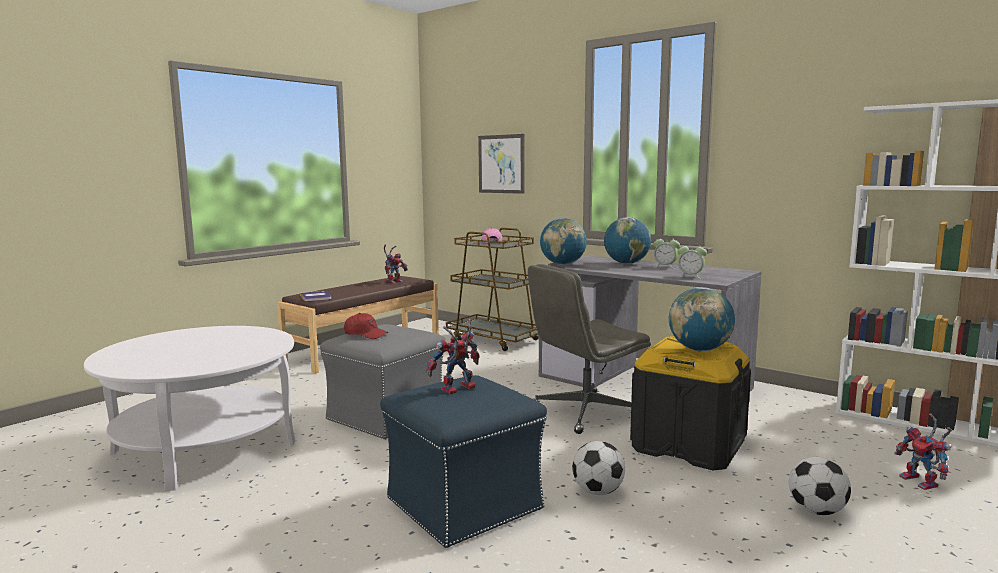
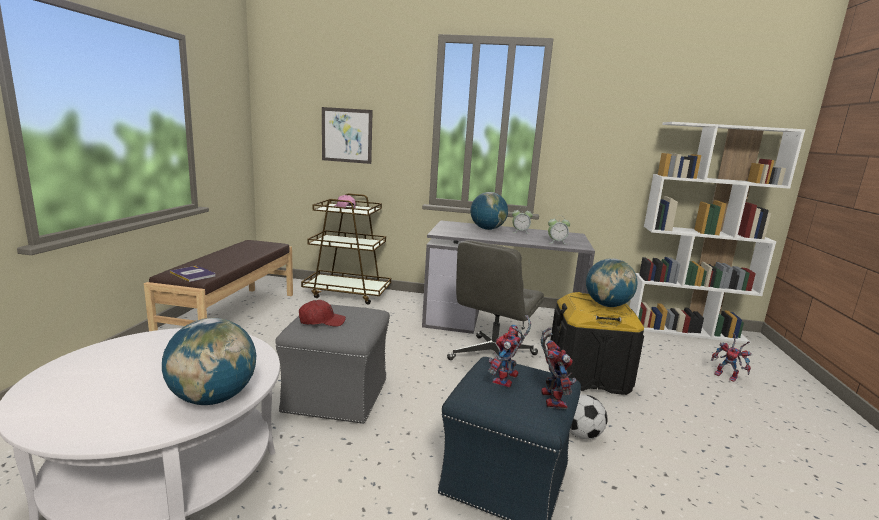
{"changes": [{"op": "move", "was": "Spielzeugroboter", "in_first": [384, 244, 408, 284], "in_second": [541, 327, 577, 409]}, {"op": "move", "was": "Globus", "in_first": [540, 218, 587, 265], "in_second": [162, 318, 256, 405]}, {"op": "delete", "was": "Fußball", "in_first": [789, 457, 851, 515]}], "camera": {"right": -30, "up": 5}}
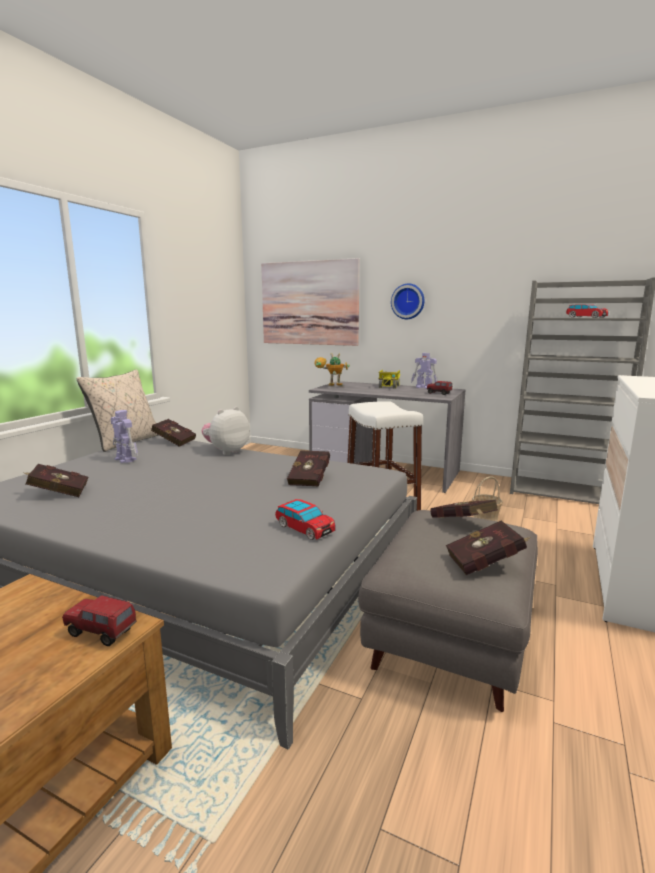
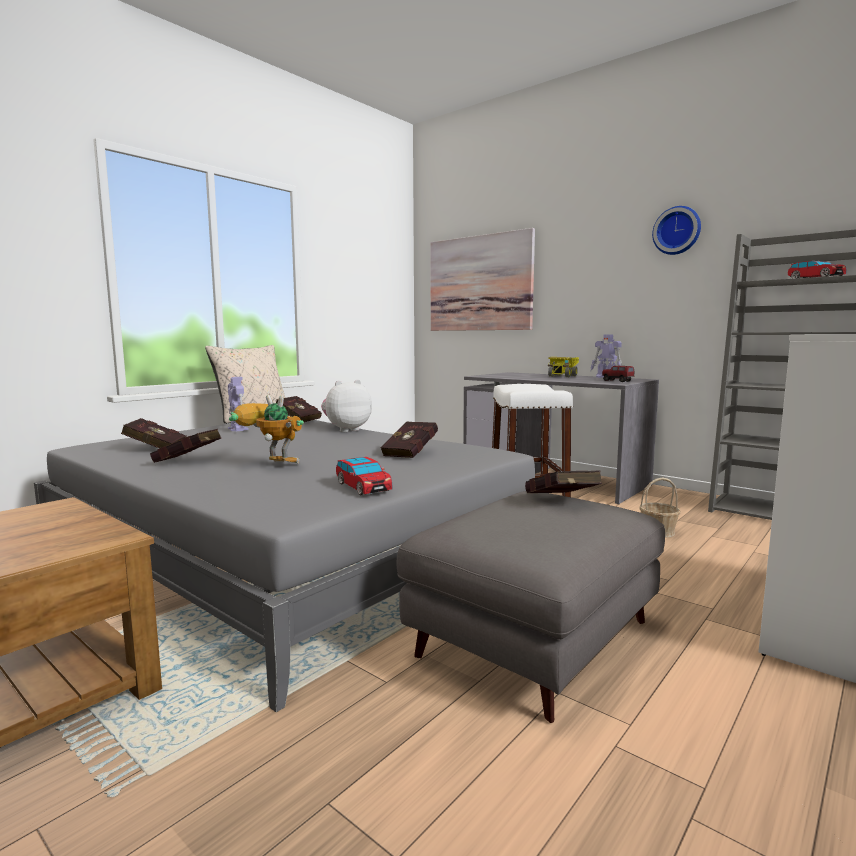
{"changes": [{"op": "delete", "was": "Spielzeuglaster", "in_first": [62, 595, 137, 646]}, {"op": "move", "was": "Spielzeugroboter", "in_first": [315, 353, 350, 386], "in_second": [229, 395, 304, 464]}, {"op": "move", "was": "Wanduhr", "in_first": [391, 283, 425, 319], "in_second": [652, 206, 701, 255]}, {"op": "move", "was": "Buch [rot]", "in_first": [446, 521, 531, 575], "in_second": [150, 429, 221, 463]}], "camera": {"right": 15, "up": -5}}
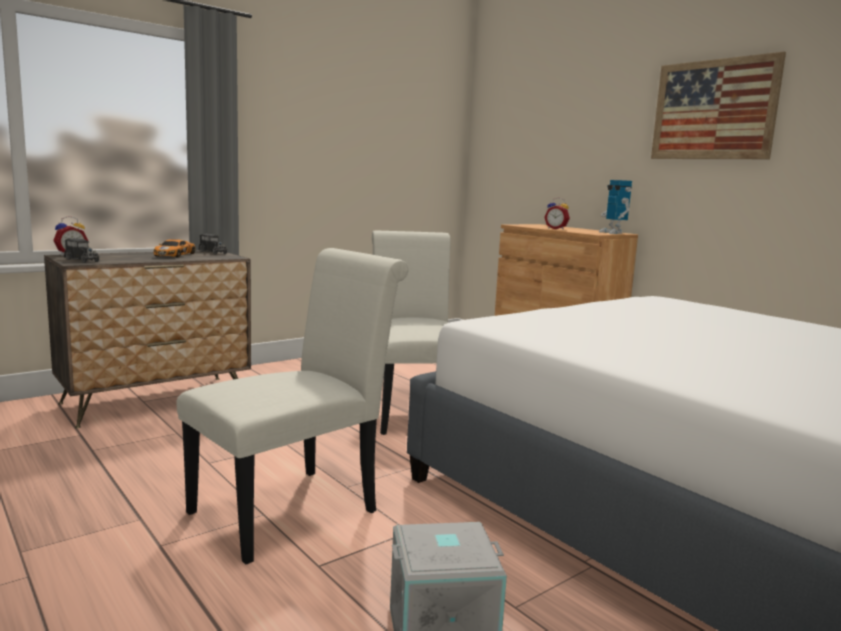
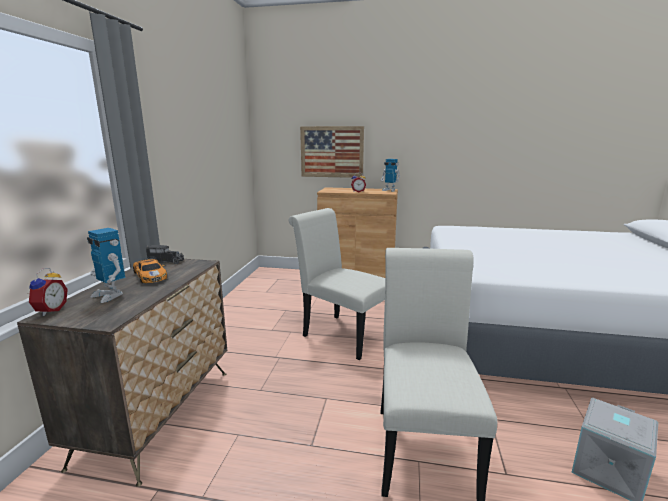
{"changes": [{"op": "delete", "was": "Spielzeuglaster", "in_first": [64, 238, 99, 263]}, {"op": "move", "was": "Bild", "in_first": [651, 52, 786, 159], "in_second": [300, 126, 364, 178]}, {"op": "insert", "now": "Spielzeugroboter", "in_second": [87, 228, 125, 303]}], "camera": {"right": -40, "up": 5}}
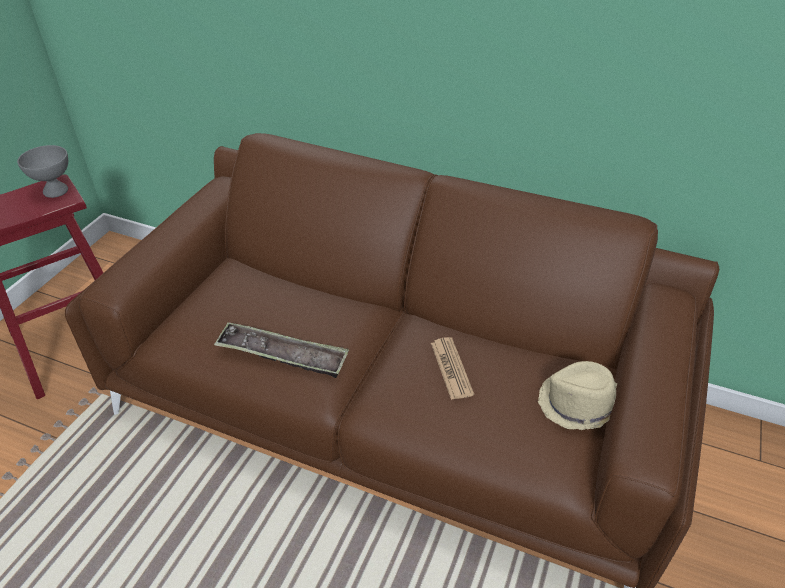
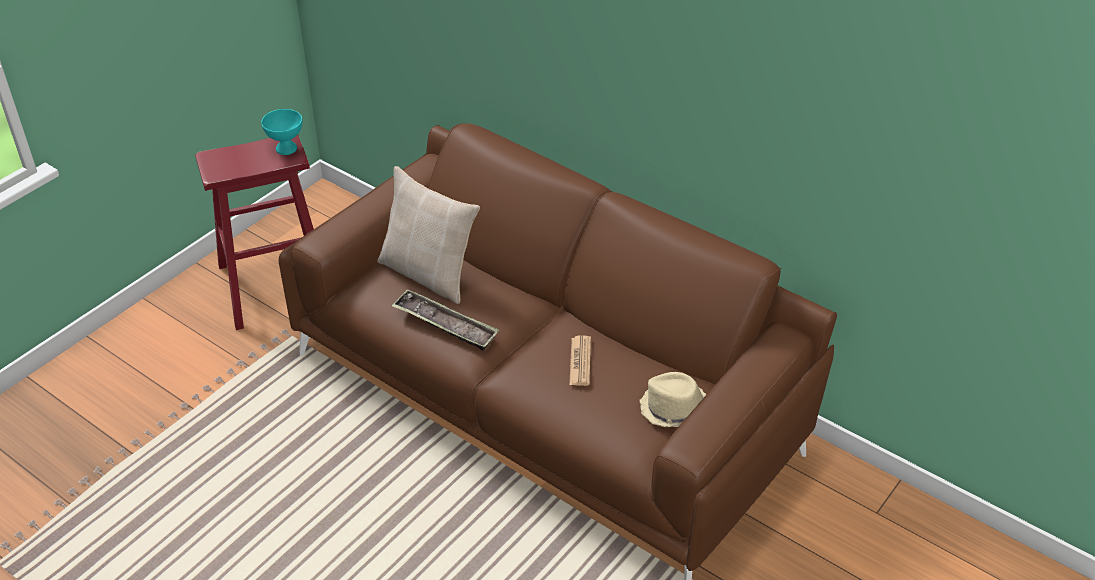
{"changes": [{"op": "recolor", "was": "Schüssel [grau]", "now": "Schüssel [türkis]", "in_first": [17, 145, 68, 198], "in_second": [261, 109, 302, 155]}, {"op": "insert", "now": "Kissen [beige]", "in_second": [377, 166, 480, 304]}], "camera": {"right": 15, "up": 0}}
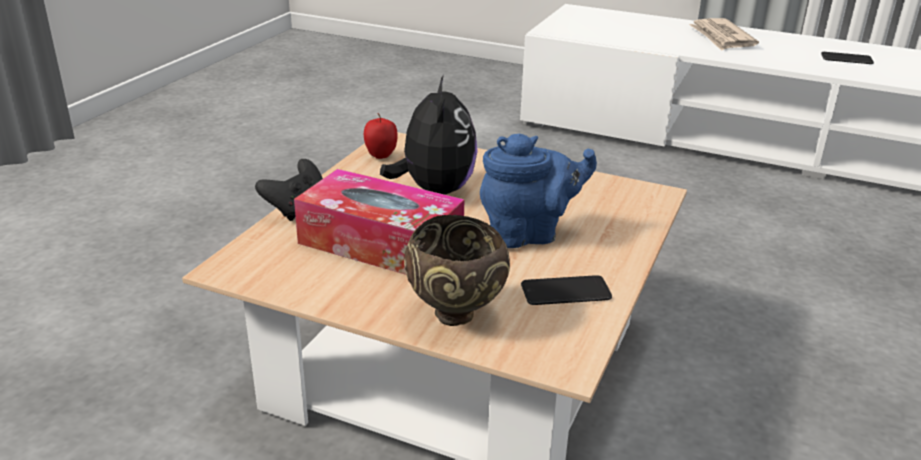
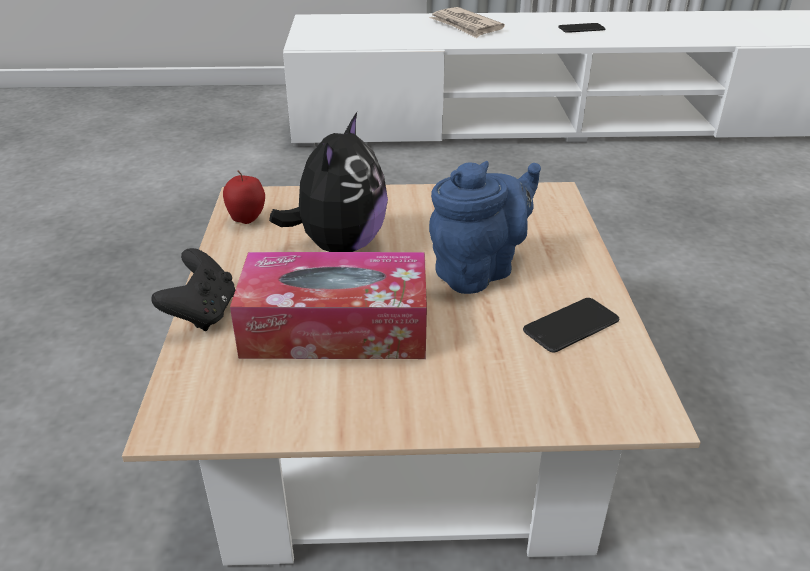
{"changes": [{"op": "rotate", "was": "Plüschtier", "in_first": [380, 75, 478, 195], "in_second": [269, 112, 388, 252], "clockwise": 45}, {"op": "delete", "was": "Schüssel [braun]", "in_first": [404, 215, 510, 326]}], "camera": {"right": -25, "up": 5}}
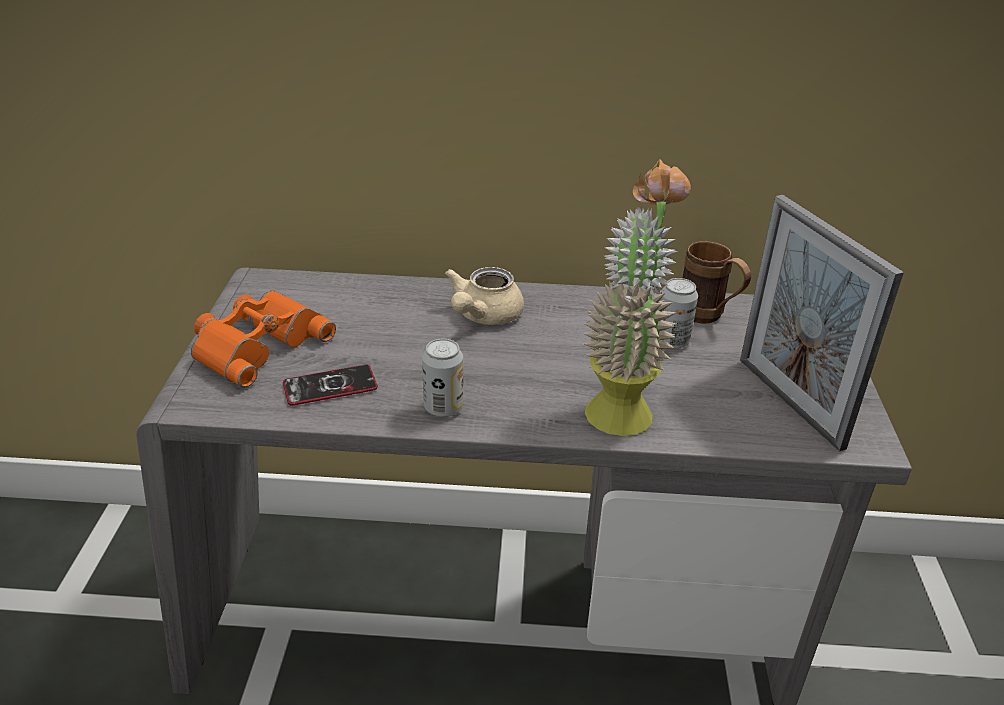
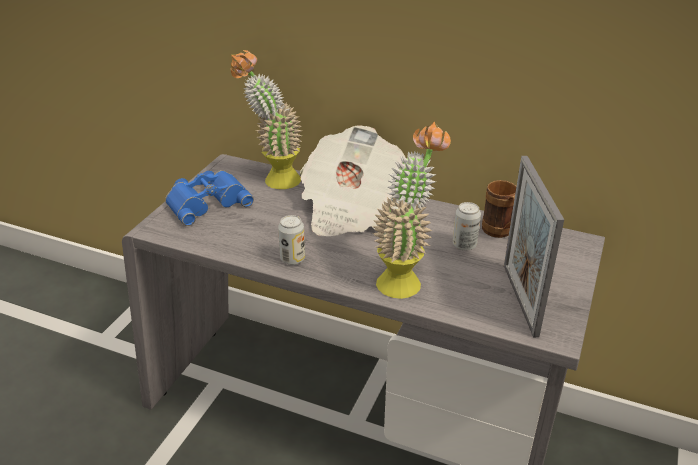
{"changes": [{"op": "recolor", "was": "Fernglas [orange]", "now": "Fernglas [blau]", "in_first": [191, 290, 336, 388], "in_second": [165, 170, 254, 226]}, {"op": "delete", "was": "Handy", "in_first": [283, 365, 378, 406]}, {"op": "replace", "was": "Teekanne [beige]", "now": "Zeitung", "in_first": [445, 267, 524, 325], "in_second": [299, 125, 405, 236]}, {"op": "insert", "now": "Topfpflanze", "in_second": [231, 50, 302, 189]}], "camera": {"right": 20, "up": 0}}
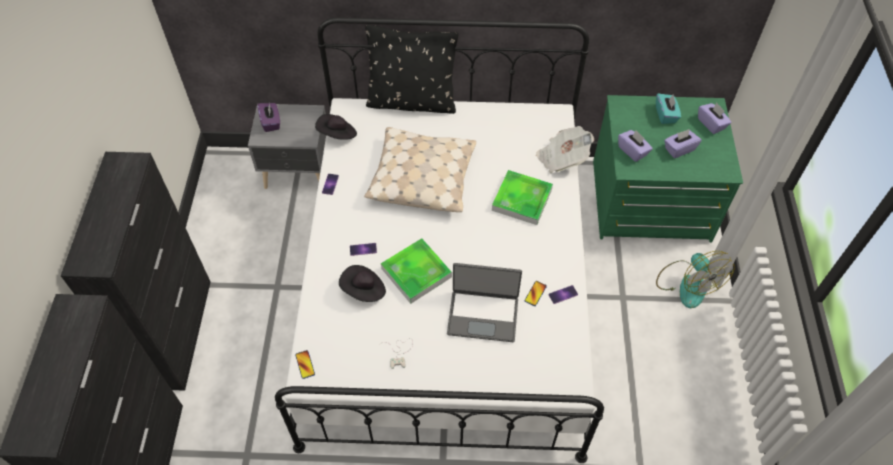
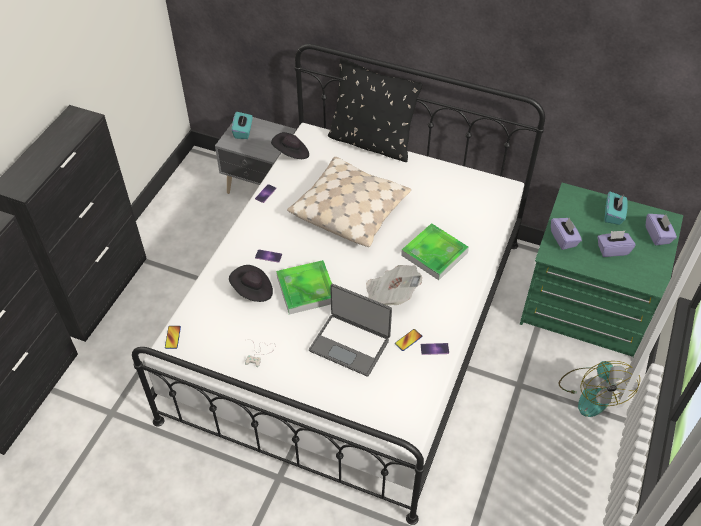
{"changes": [{"op": "recolor", "was": "Taschentuchbox [lila]", "now": "Taschentuchbox [türkis]", "in_first": [258, 103, 280, 132], "in_second": [232, 112, 253, 139]}, {"op": "move", "was": "Zeitung", "in_first": [536, 126, 594, 173], "in_second": [366, 265, 422, 306]}], "camera": {"right": 20, "up": -5}}
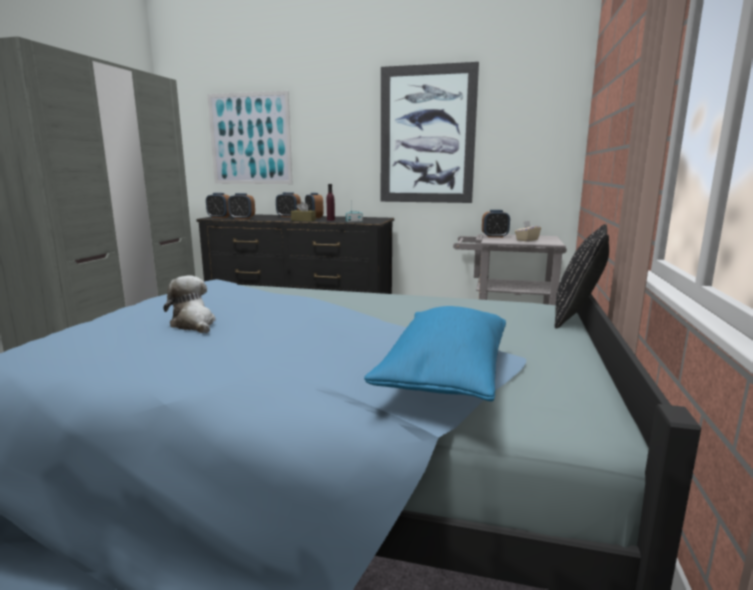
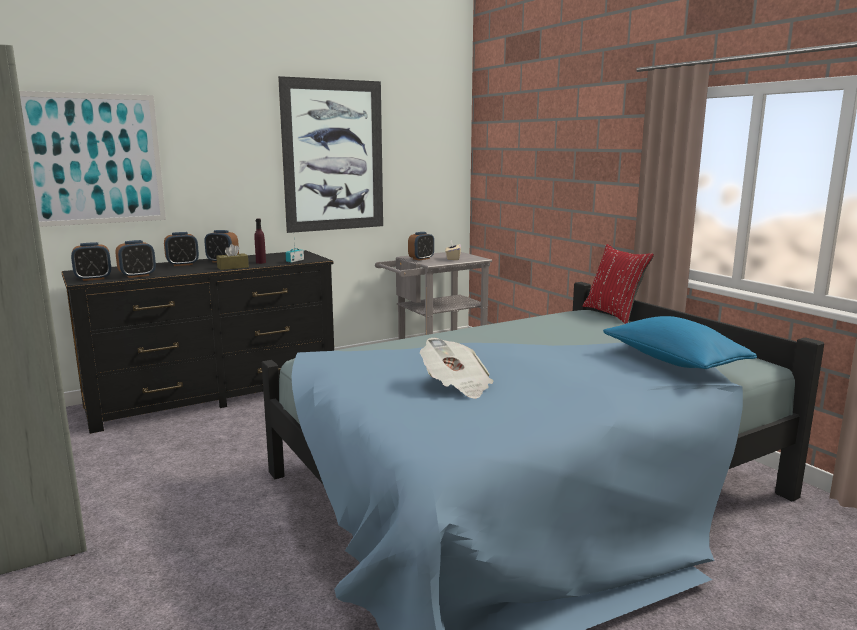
{"changes": [{"op": "replace", "was": "Plüschtier", "now": "Zeitung", "in_first": [164, 275, 216, 333], "in_second": [420, 338, 494, 399]}, {"op": "recolor", "was": "Kissen [schwarz]", "now": "Kissen [rot]", "in_first": [555, 224, 609, 328], "in_second": [583, 244, 654, 324]}], "camera": {"right": -45, "up": 0}}
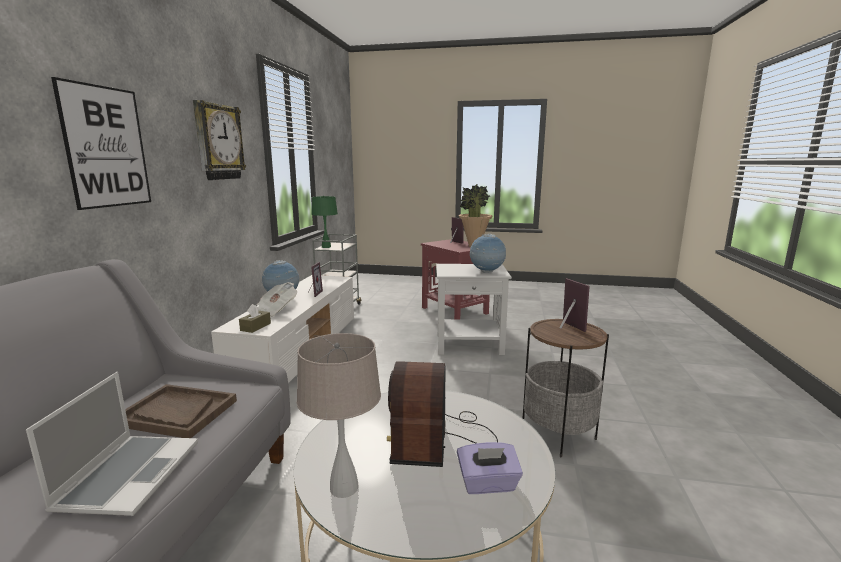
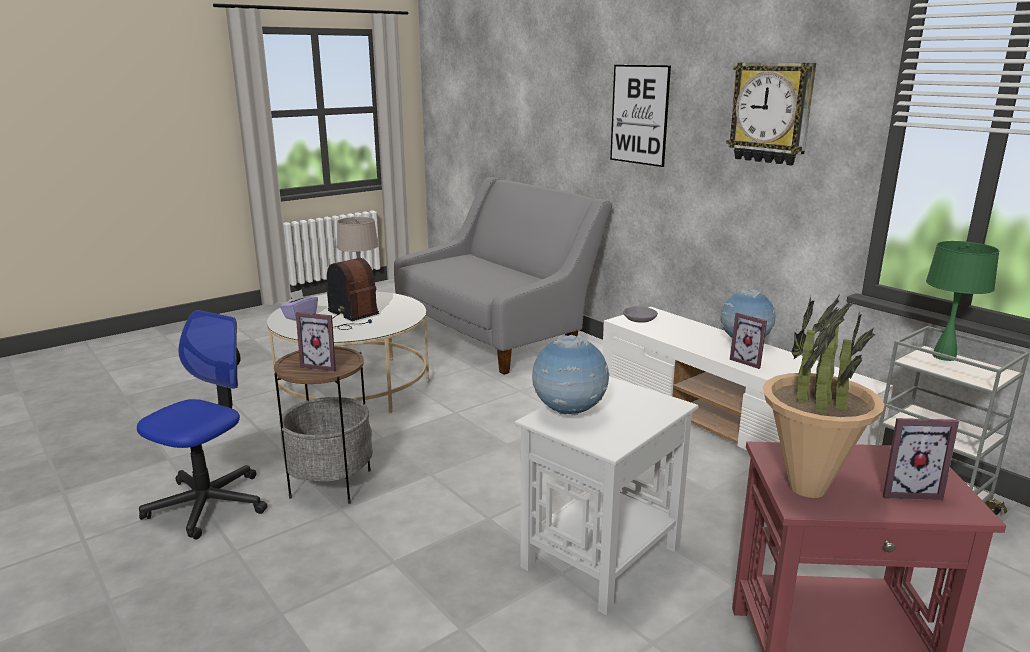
{"changes": [{"op": "delete", "was": "Laptop", "in_first": [26, 372, 198, 516]}, {"op": "delete", "was": "Tablett [braun]", "in_first": [125, 384, 237, 438]}, {"op": "replace", "was": "Taschentuchbox [braun]", "now": "Schüssel [grau]", "in_first": [239, 304, 271, 333], "in_second": [623, 306, 658, 323]}, {"op": "delete", "was": "Zeitung", "in_first": [256, 282, 297, 317]}, {"op": "insert", "now": "Bürostuhl", "in_second": [137, 310, 268, 540]}], "camera": {"right": 130, "up": 5}}
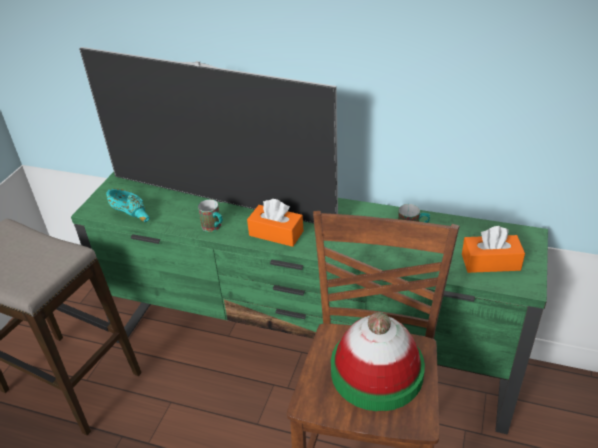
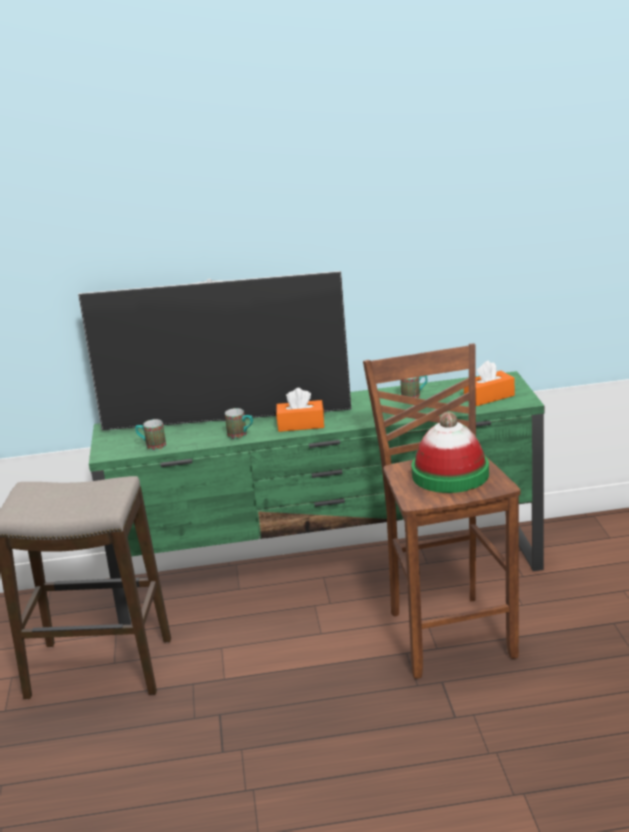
{"changes": [{"op": "replace", "was": "Schüssel [türkis]", "now": "Henkelbecher", "in_first": [106, 189, 150, 222], "in_second": [135, 419, 166, 450]}], "camera": {"right": -25, "up": -15}}
